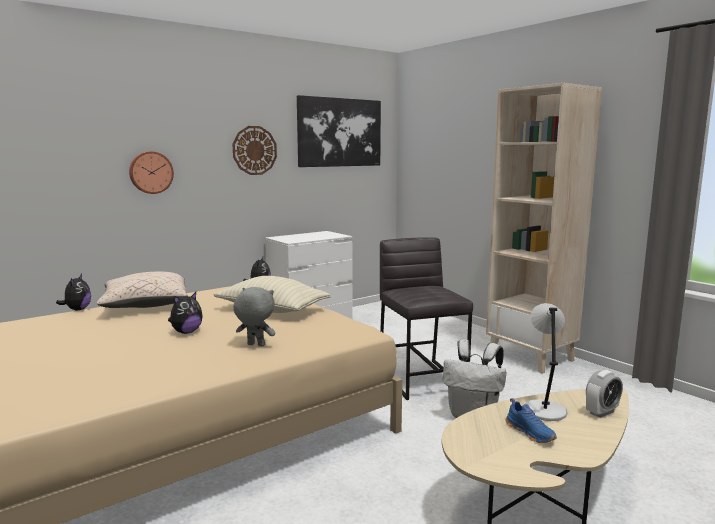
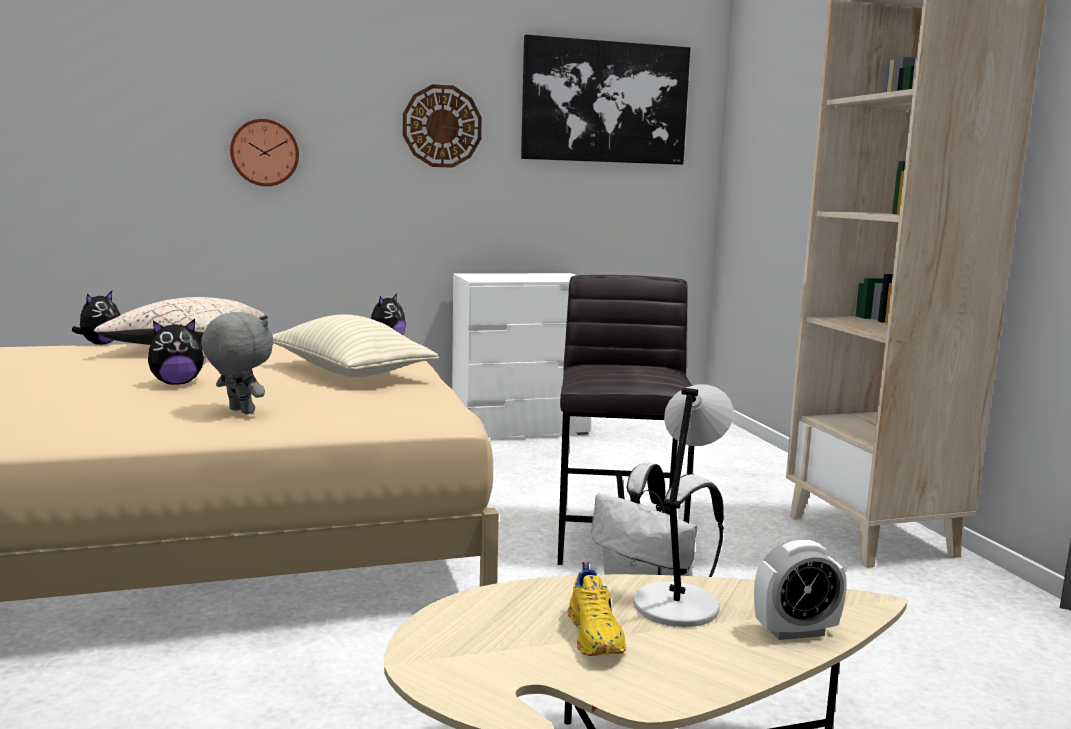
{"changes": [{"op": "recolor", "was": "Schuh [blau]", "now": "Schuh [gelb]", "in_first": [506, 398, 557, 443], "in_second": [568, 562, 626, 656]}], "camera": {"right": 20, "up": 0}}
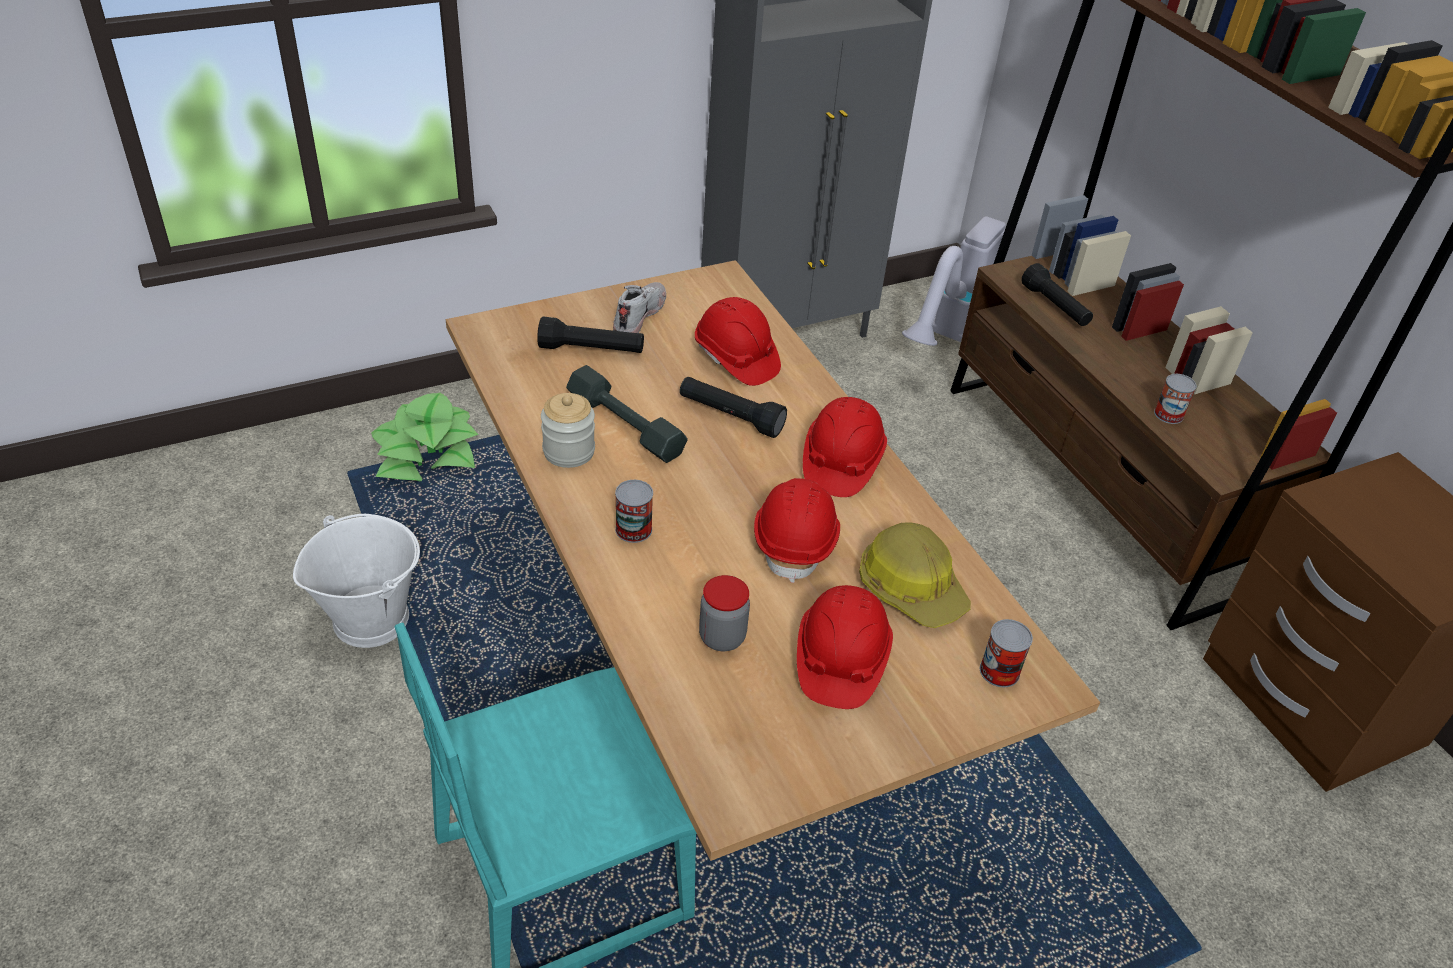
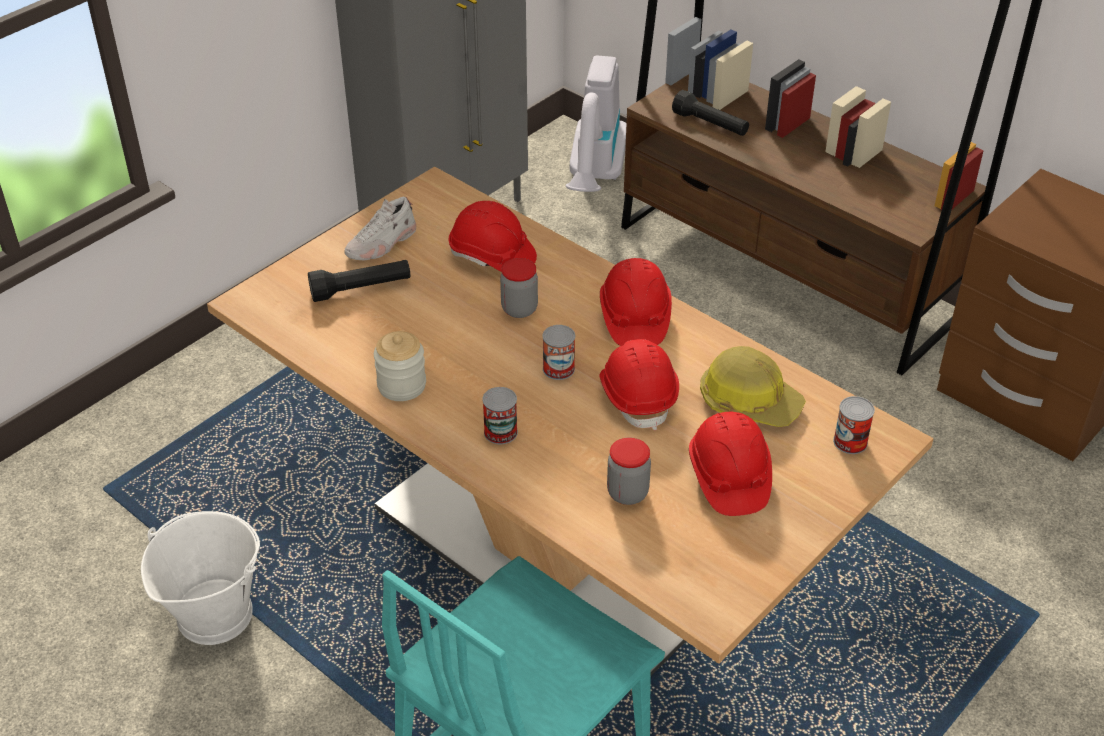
{"changes": [{"op": "delete", "was": "Topfpflanze", "in_first": [371, 393, 478, 481]}, {"op": "delete", "was": "Hantel [grau]", "in_first": [566, 365, 688, 463]}, {"op": "rotate", "was": "Schuh [weiß]", "in_first": [613, 282, 666, 333], "in_second": [344, 196, 416, 260], "clockwise": -135}, {"op": "replace", "was": "Taschenlampe [schwarz]", "now": "Vorratsglas", "in_first": [680, 377, 787, 438], "in_second": [500, 258, 538, 318]}, {"op": "move", "was": "Dose", "in_first": [1154, 374, 1197, 424], "in_second": [542, 325, 575, 380]}], "camera": {"right": -20, "up": 0}}
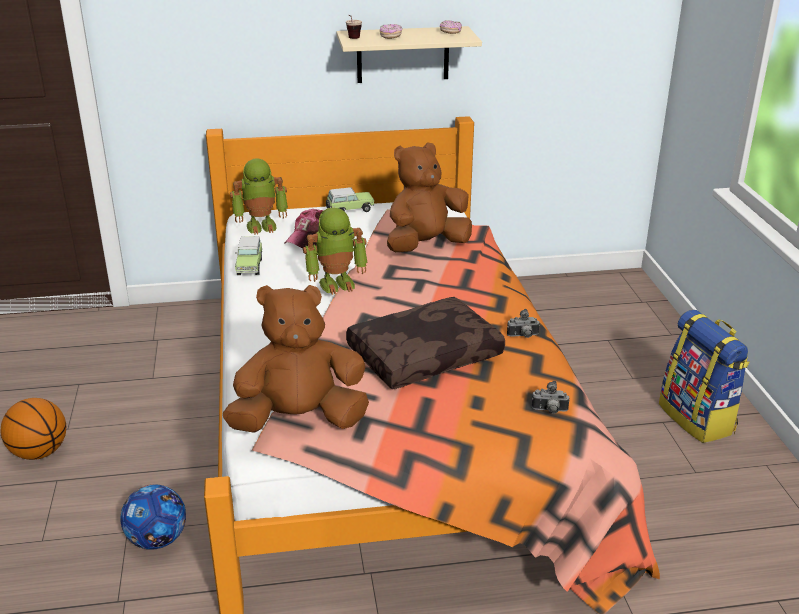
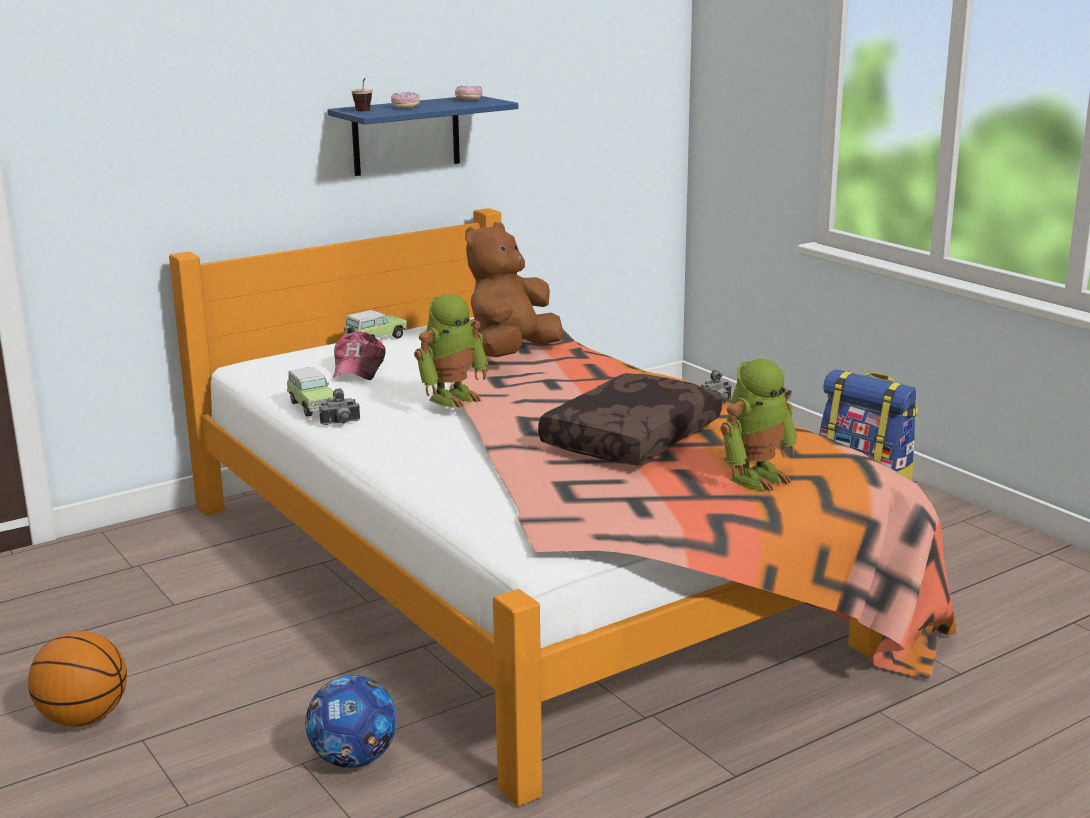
{"changes": [{"op": "delete", "was": "Plüschtier [braun]", "in_first": [223, 285, 369, 433]}, {"op": "move", "was": "Spielzeugroboter", "in_first": [230, 158, 288, 235], "in_second": [721, 359, 798, 492]}, {"op": "recolor", "was": "Wandregal [beige]", "now": "Wandregal [blau]", "in_first": [337, 26, 482, 83], "in_second": [327, 96, 518, 176]}, {"op": "move", "was": "Kamera", "in_first": [532, 381, 570, 414], "in_second": [319, 388, 360, 425]}], "camera": {"right": -25, "up": -10}}
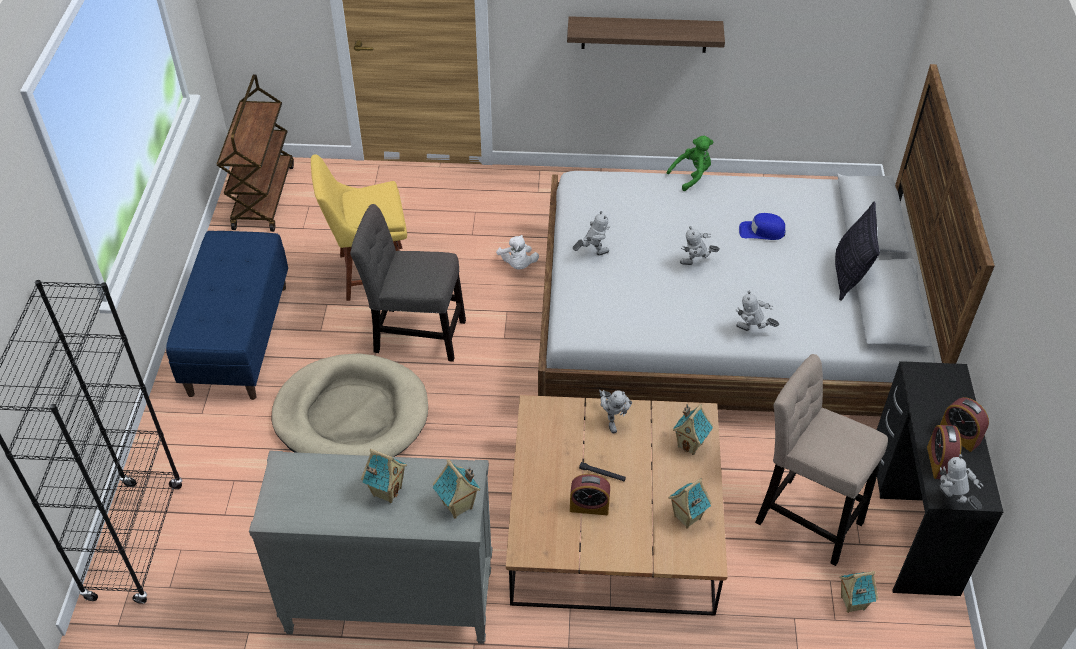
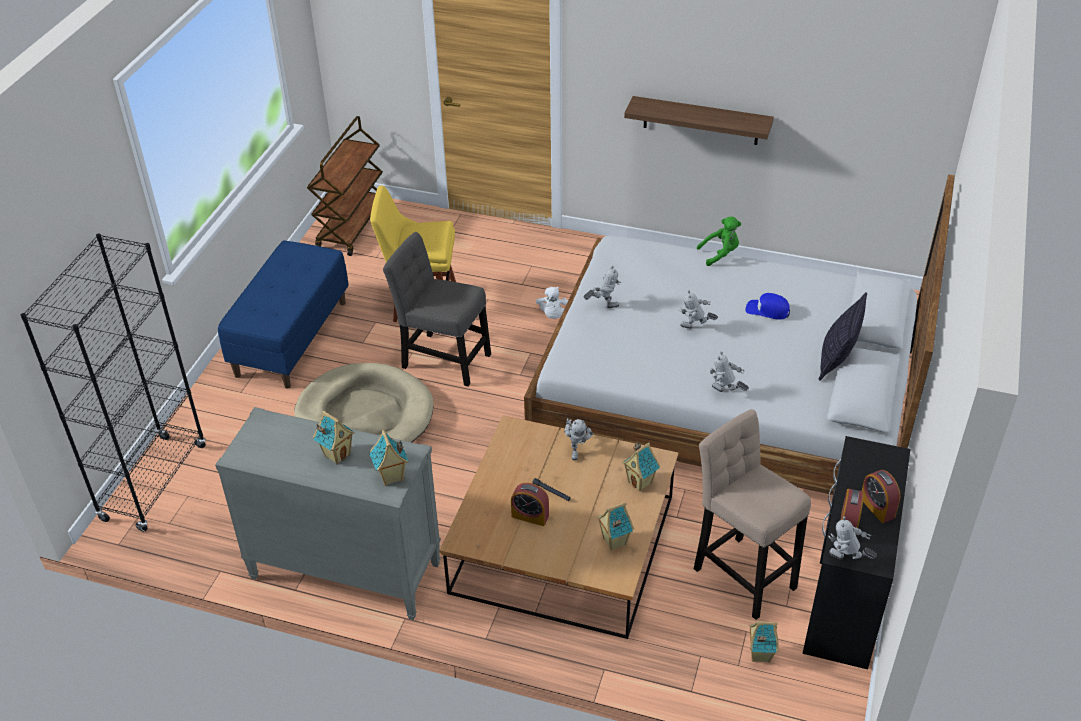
{"changes": [{"op": "rotate", "was": "Spielzeugroboter", "in_first": [939, 454, 983, 510], "in_second": [828, 516, 877, 559], "clockwise": -45}], "camera": {"right": 15, "up": -5}}
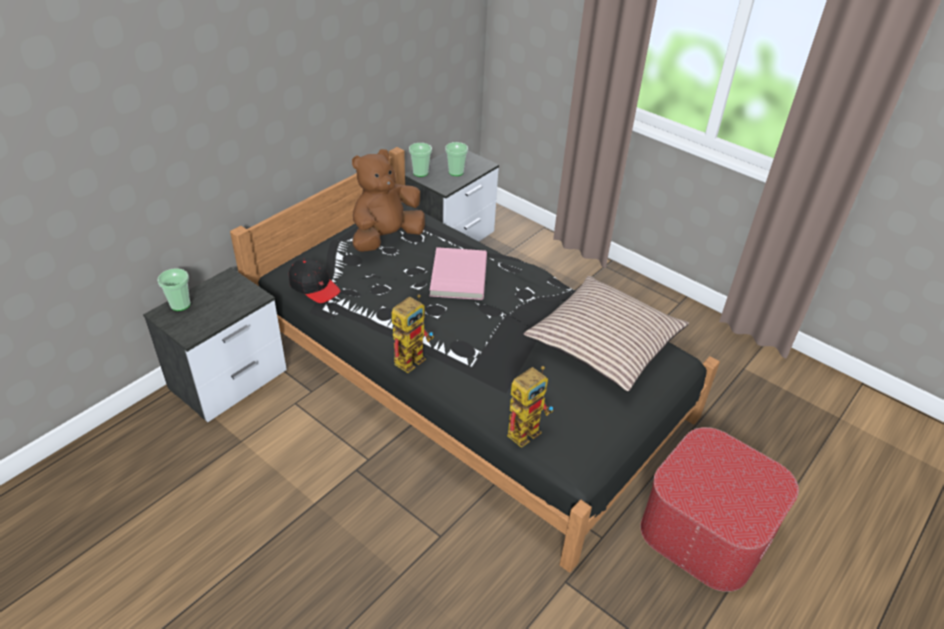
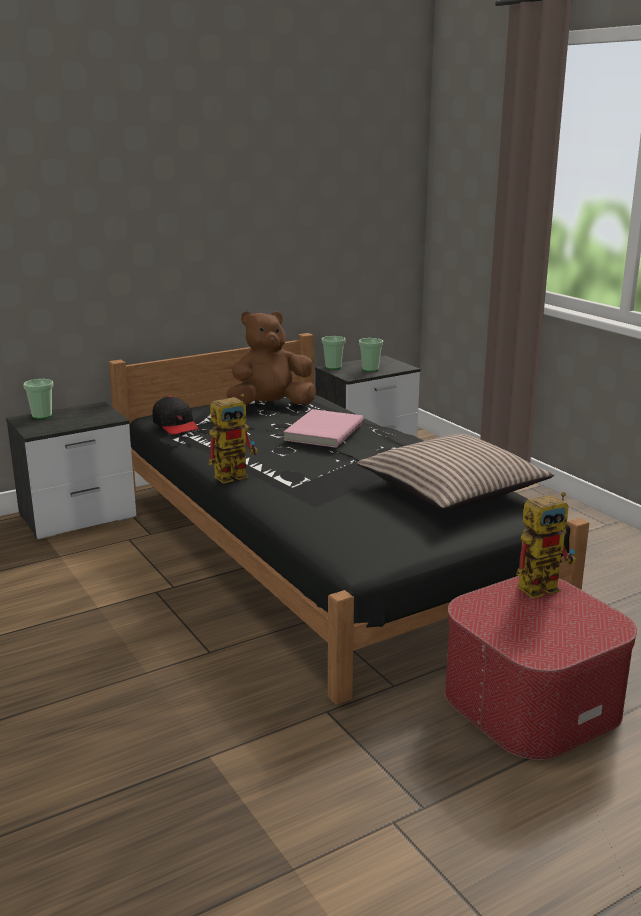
{"changes": [{"op": "move", "was": "Spielzeugroboter", "in_first": [507, 366, 553, 448], "in_second": [516, 492, 576, 599]}], "camera": {"right": 20, "up": -20}}
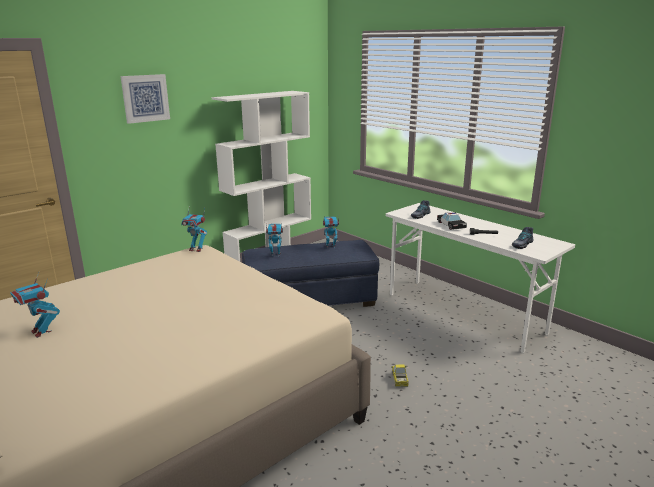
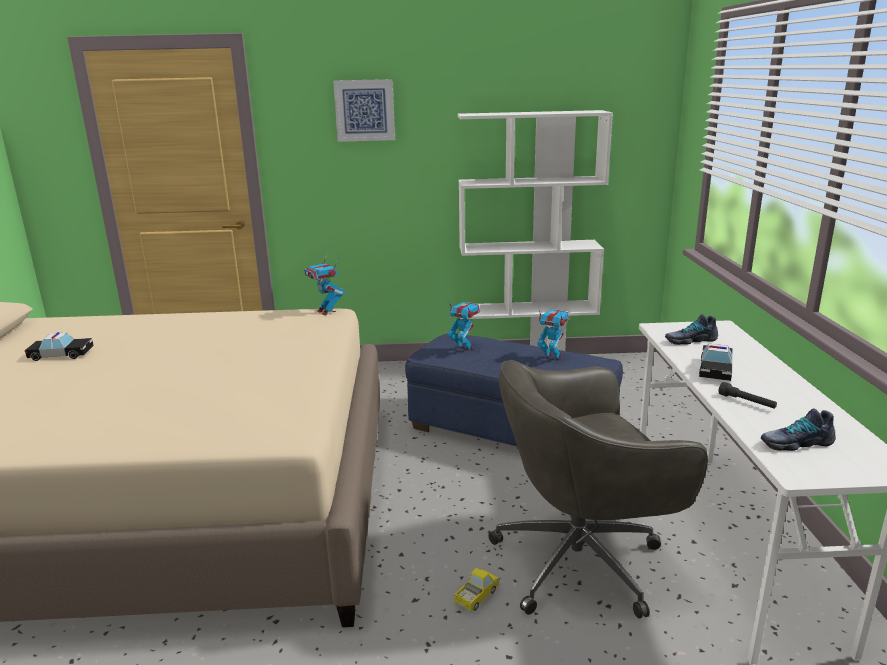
{"changes": [{"op": "replace", "was": "Spielzeugroboter", "now": "Spielzeugauto", "in_first": [10, 272, 60, 338], "in_second": [25, 332, 94, 361]}, {"op": "insert", "now": "Bürostuhl [grau]", "in_second": [488, 360, 708, 618]}], "camera": {"right": 40, "up": 0}}
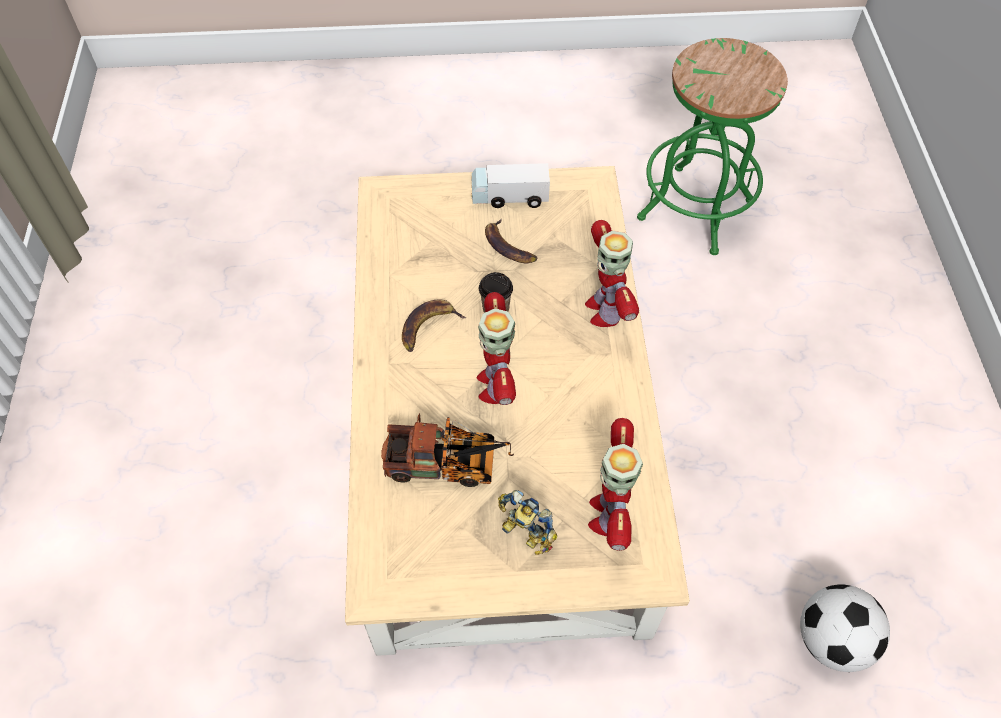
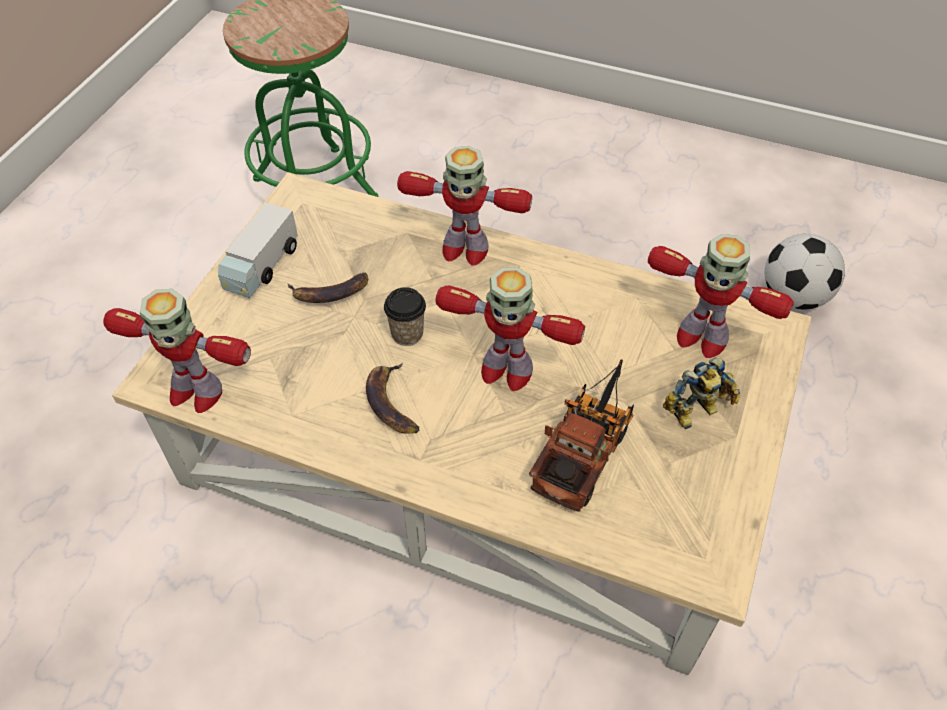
{"changes": [{"op": "insert", "now": "Spielzeugroboter", "in_second": [103, 289, 251, 413]}], "camera": {"right": -65, "up": -5}}
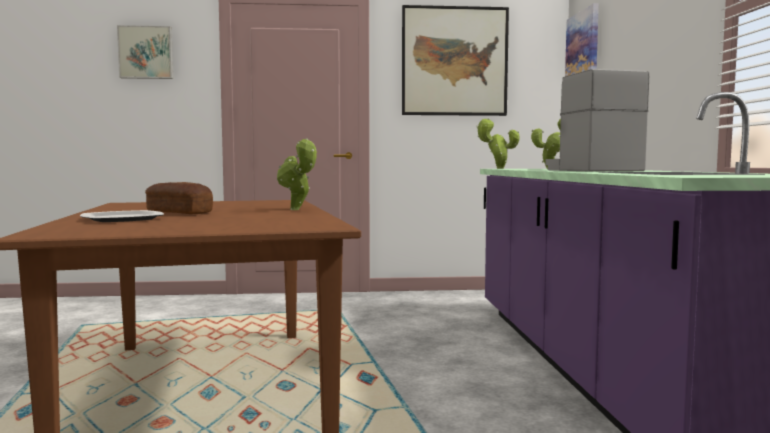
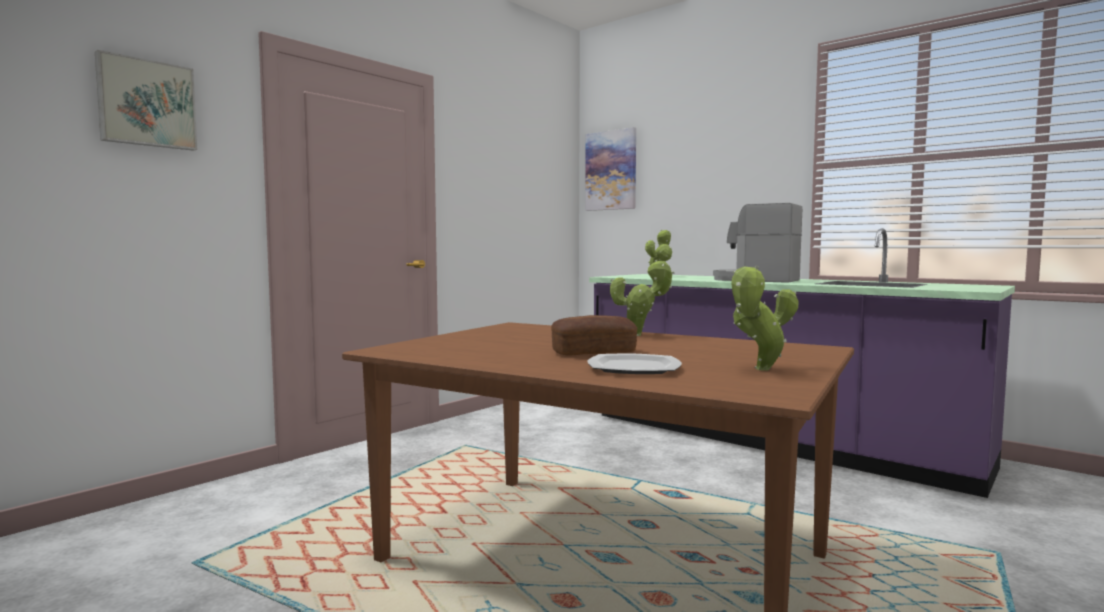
{"changes": [{"op": "delete", "was": "Bild", "in_first": [402, 5, 509, 116]}, {"op": "move", "was": "Topfpflanze", "in_first": [476, 118, 520, 169], "in_second": [731, 265, 799, 371]}], "camera": {"right": -45, "up": 0}}
